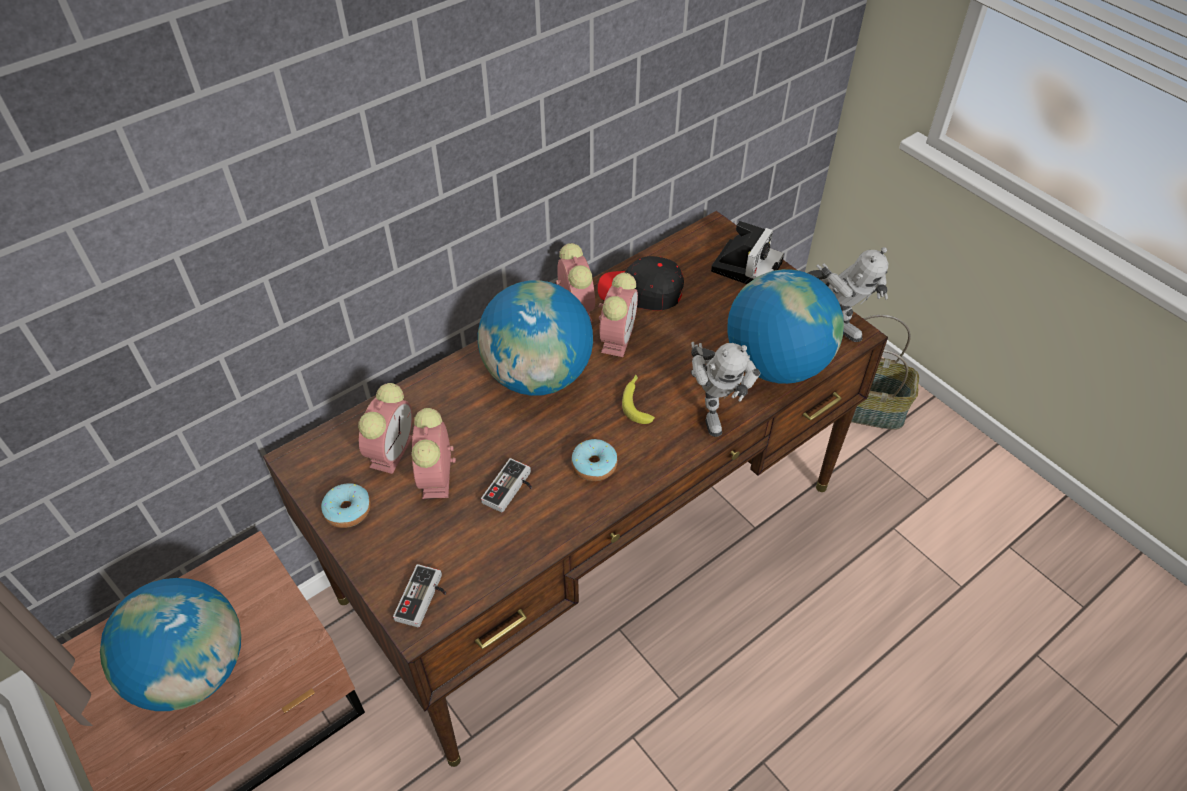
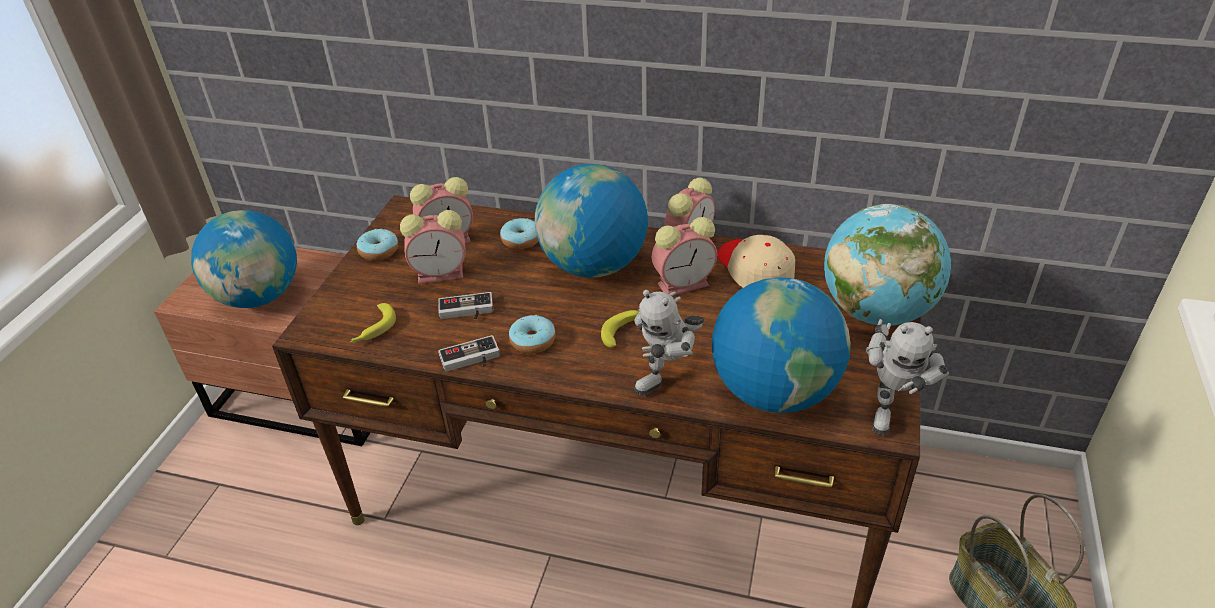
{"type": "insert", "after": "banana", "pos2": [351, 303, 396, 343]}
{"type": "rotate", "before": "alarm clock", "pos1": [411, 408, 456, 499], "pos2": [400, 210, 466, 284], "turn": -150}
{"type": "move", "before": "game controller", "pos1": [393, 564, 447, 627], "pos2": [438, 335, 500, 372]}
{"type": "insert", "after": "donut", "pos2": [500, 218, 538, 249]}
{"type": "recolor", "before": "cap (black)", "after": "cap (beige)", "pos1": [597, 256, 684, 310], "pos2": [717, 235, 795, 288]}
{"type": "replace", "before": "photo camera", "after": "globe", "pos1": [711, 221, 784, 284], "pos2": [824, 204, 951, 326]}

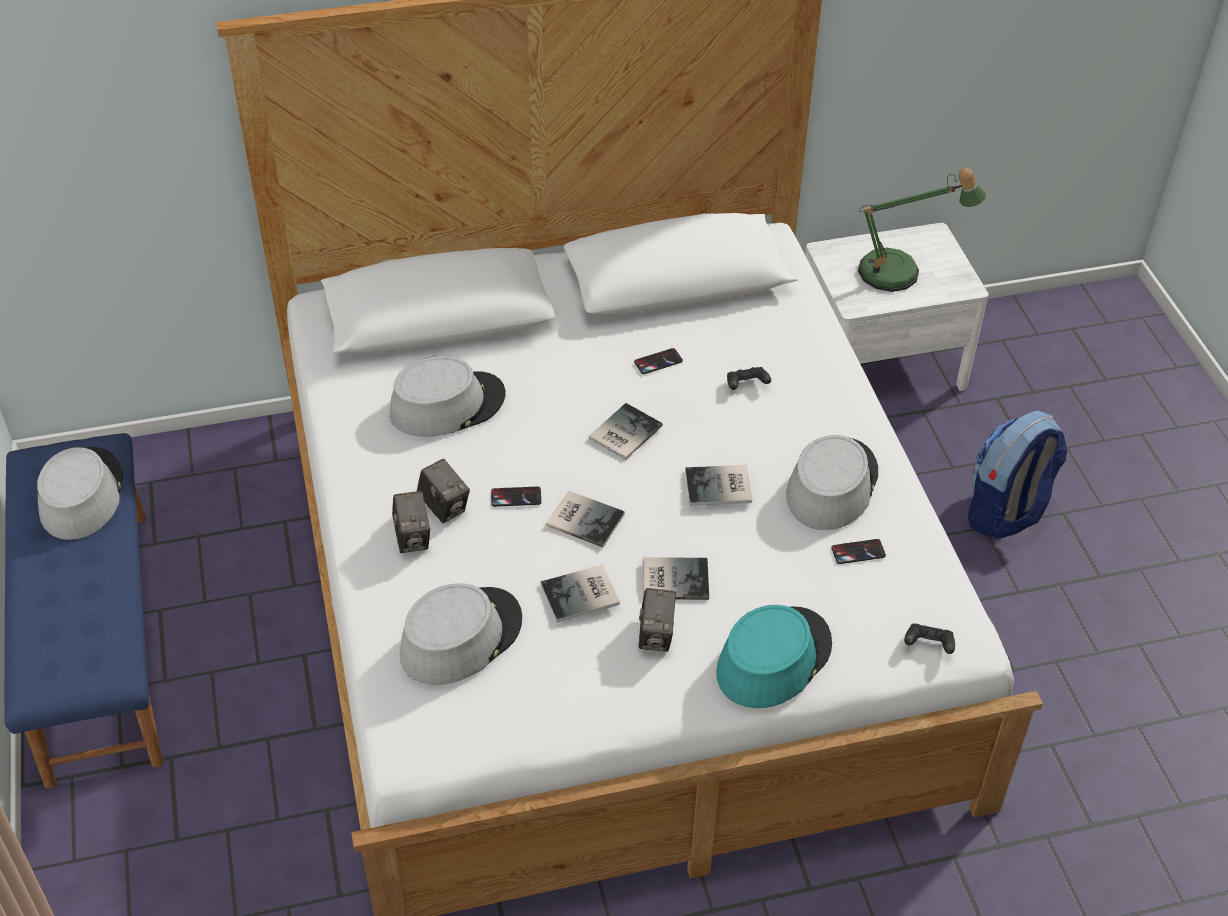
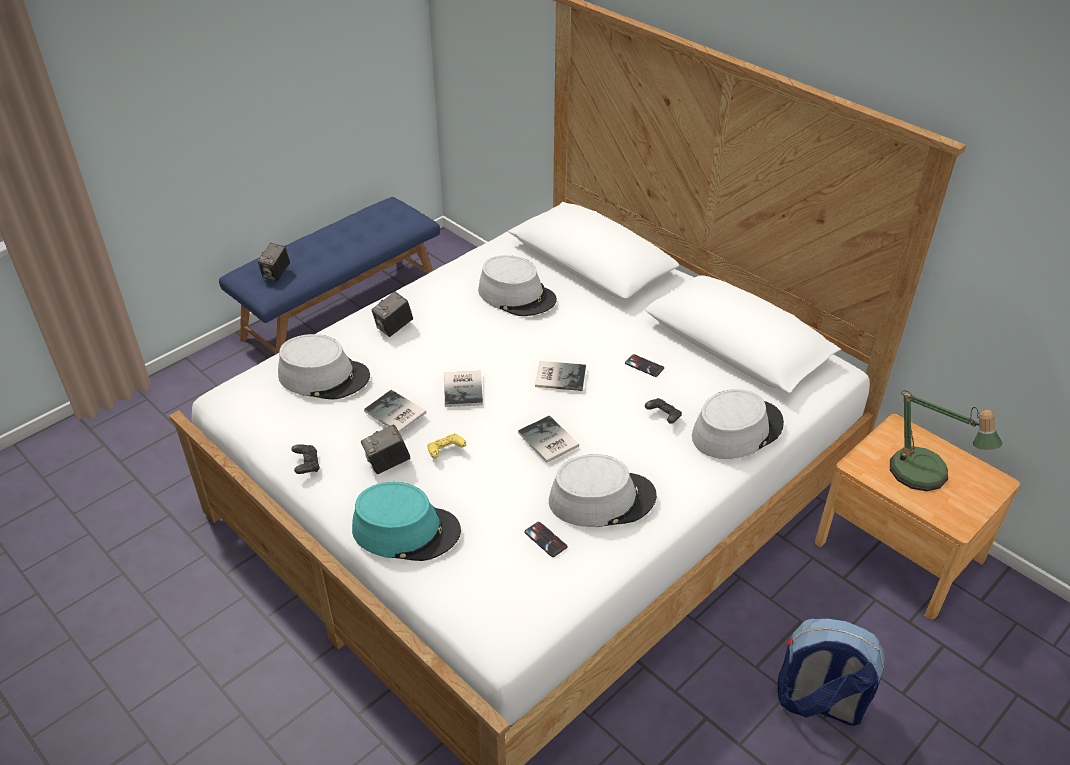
{"type": "move", "before": "photo camera", "pos1": [417, 459, 470, 523], "pos2": [258, 243, 290, 281]}
{"type": "move", "before": "game controller (black)", "pos1": [904, 624, 955, 654], "pos2": [291, 444, 320, 474]}
{"type": "replace", "before": "book", "after": "game controller (yellow)", "pos1": [643, 557, 709, 600], "pos2": [427, 434, 466, 459]}
{"type": "move", "before": "hat (grey)", "pos1": [37, 447, 123, 540], "pos2": [692, 389, 784, 459]}
{"type": "recolor", "before": "nightstand (white)", "after": "nightstand (brown)", "pos1": [805, 223, 989, 391], "pos2": [815, 414, 1020, 620]}
{"type": "delete", "before": "phone", "pos1": [491, 486, 541, 507]}

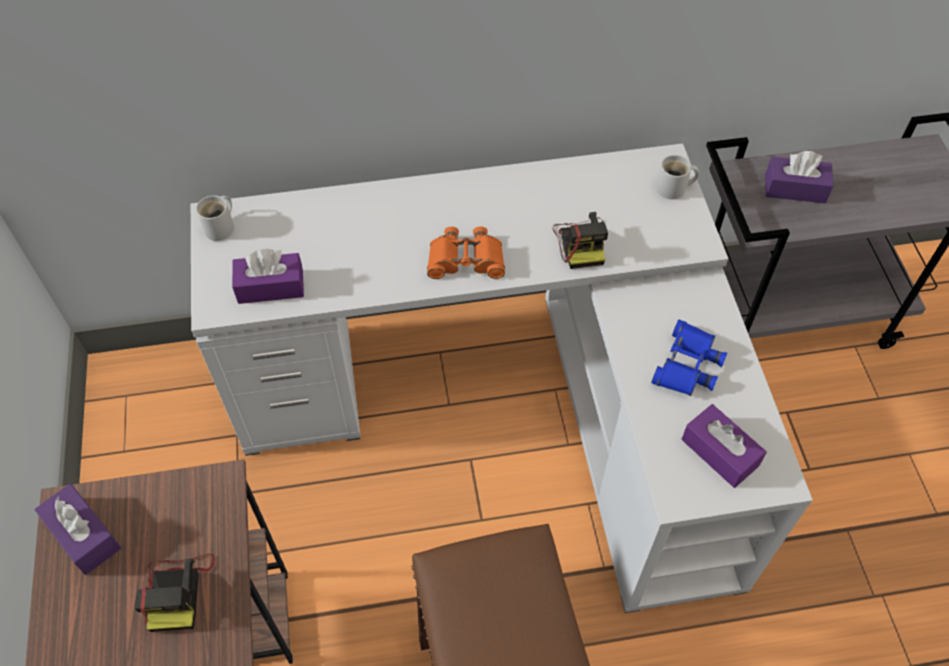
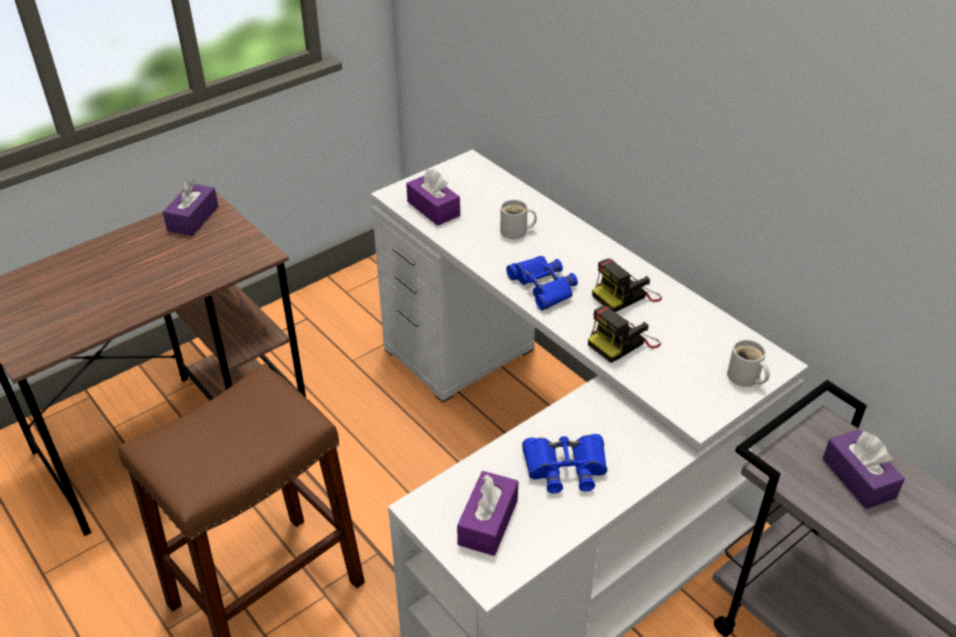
{"type": "move", "before": "mug (white)", "pos1": [196, 195, 234, 241], "pos2": [500, 200, 537, 239]}
{"type": "recolor", "before": "binoculars (orange)", "after": "binoculars (blue)", "pos1": [427, 226, 505, 279], "pos2": [506, 256, 578, 311]}
{"type": "move", "before": "photo camera", "pos1": [134, 554, 215, 632], "pos2": [592, 258, 662, 312]}

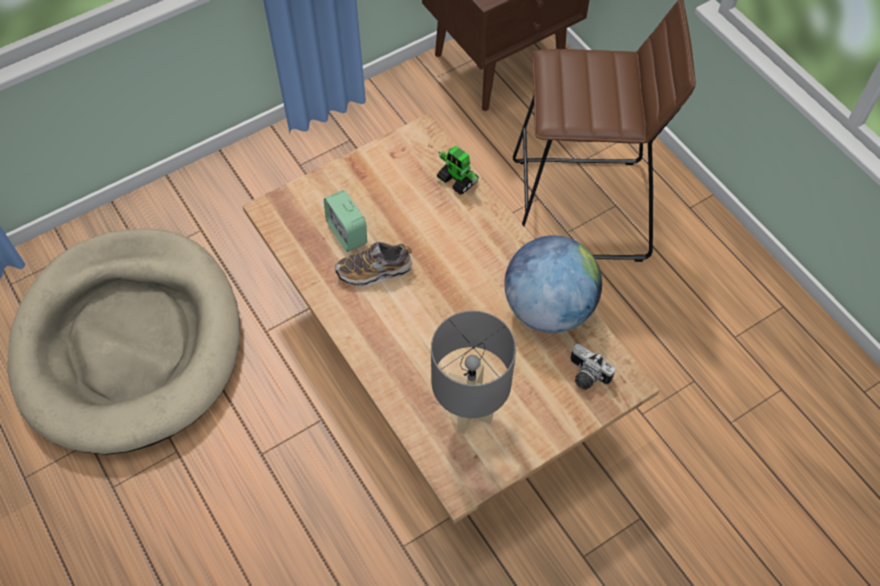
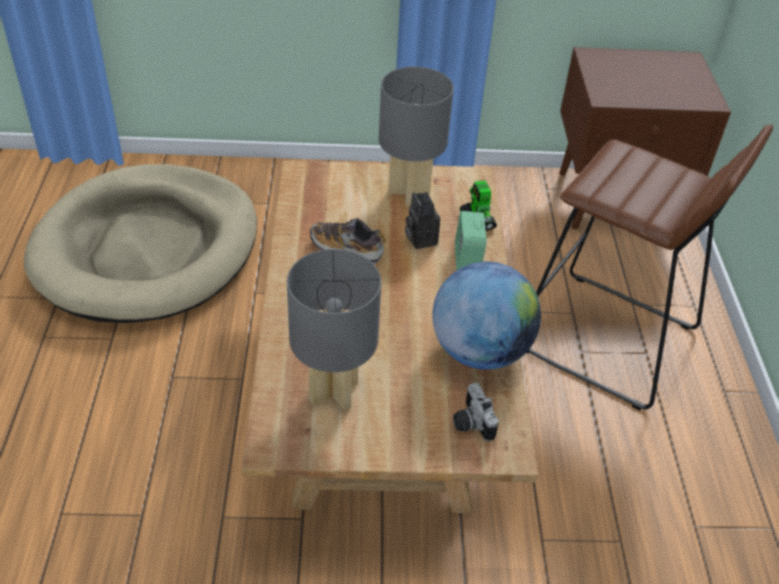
{"type": "insert", "after": "table lamp (grey)", "pos2": [379, 67, 454, 206]}
{"type": "insert", "after": "photo camera", "pos2": [405, 192, 440, 249]}
{"type": "move", "before": "alarm clock", "pos1": [324, 190, 367, 252], "pos2": [455, 211, 486, 271]}

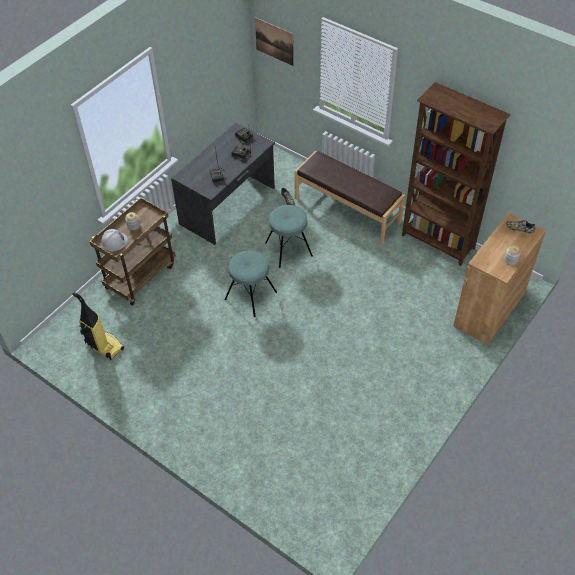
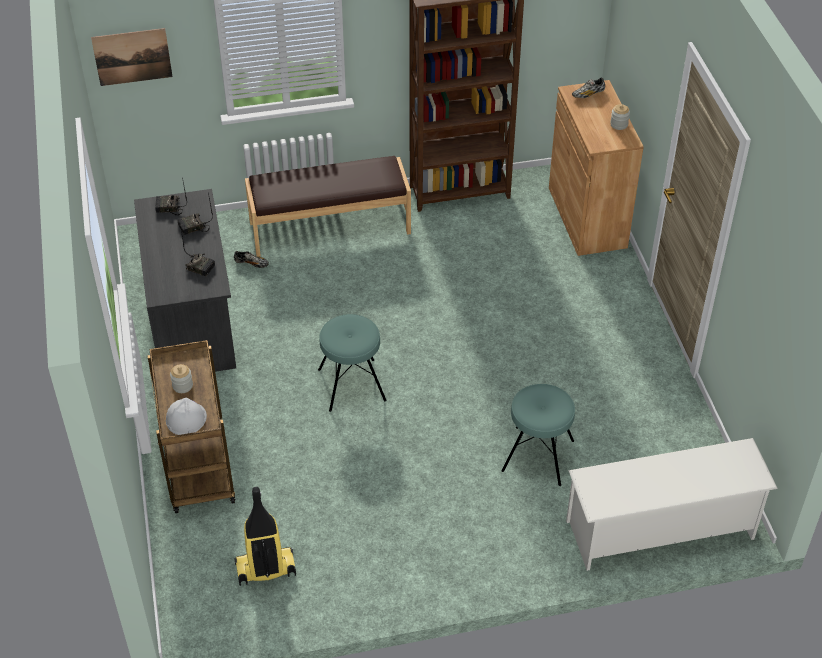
{"type": "move", "before": "stool (turquoise)", "pos1": [265, 205, 313, 268], "pos2": [502, 384, 575, 486]}
{"type": "insert", "after": "shoe rack (white)", "pos2": [566, 438, 778, 571]}

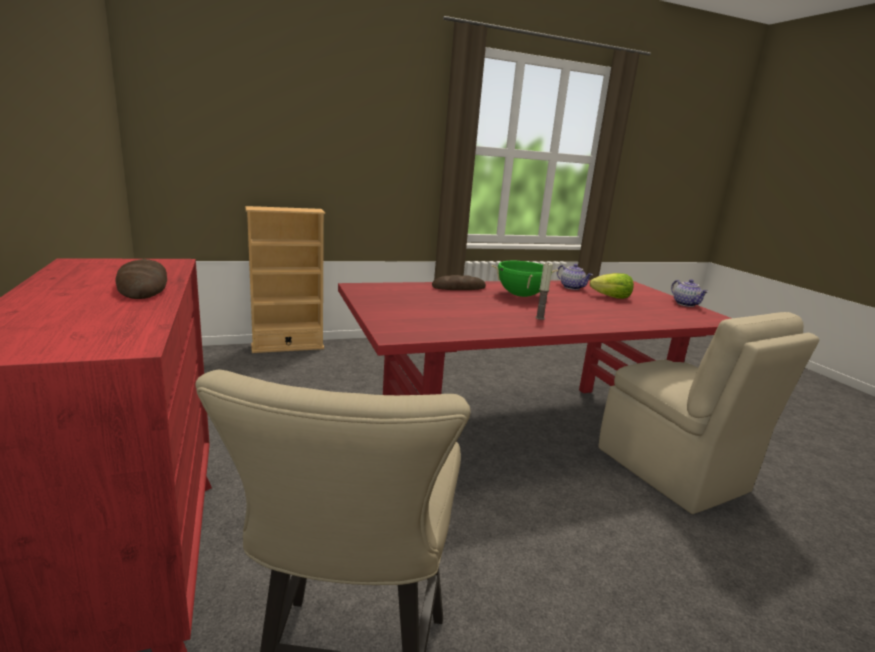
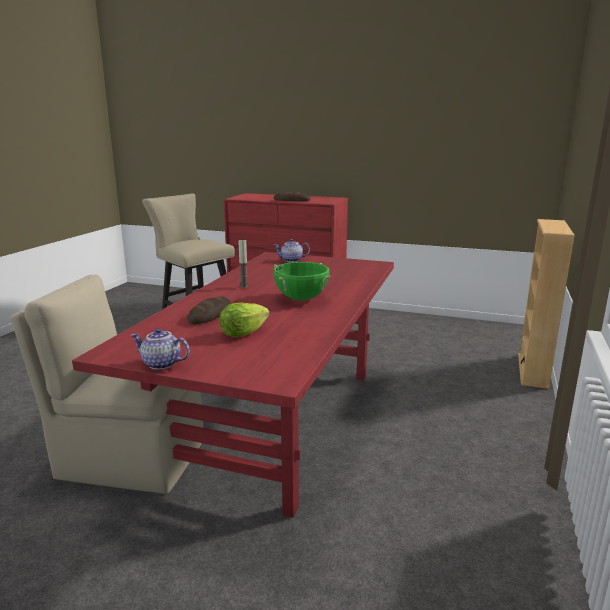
{"type": "move", "before": "bread", "pos1": [432, 275, 486, 290], "pos2": [187, 296, 232, 325]}
{"type": "move", "before": "teapot", "pos1": [557, 264, 593, 290], "pos2": [274, 239, 310, 262]}

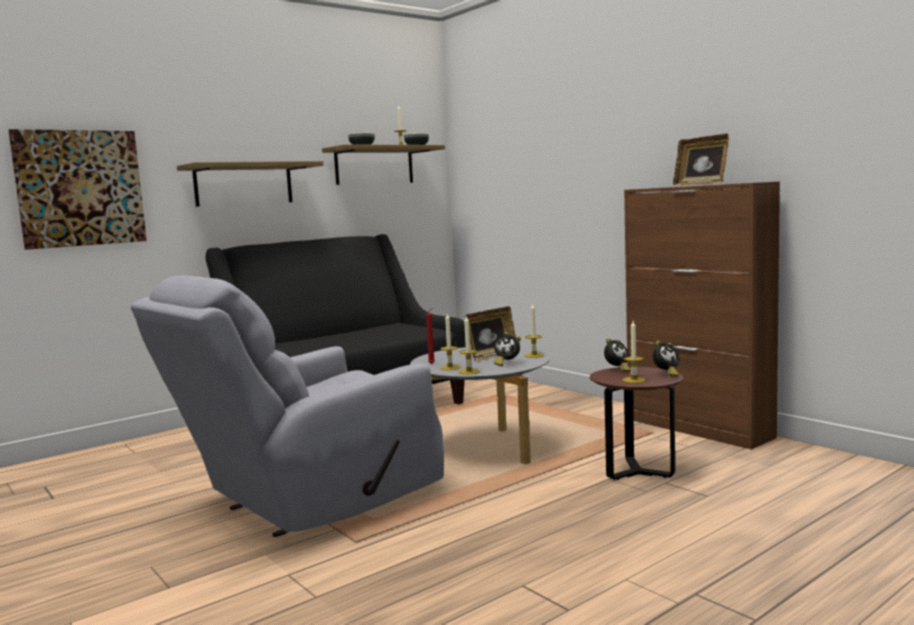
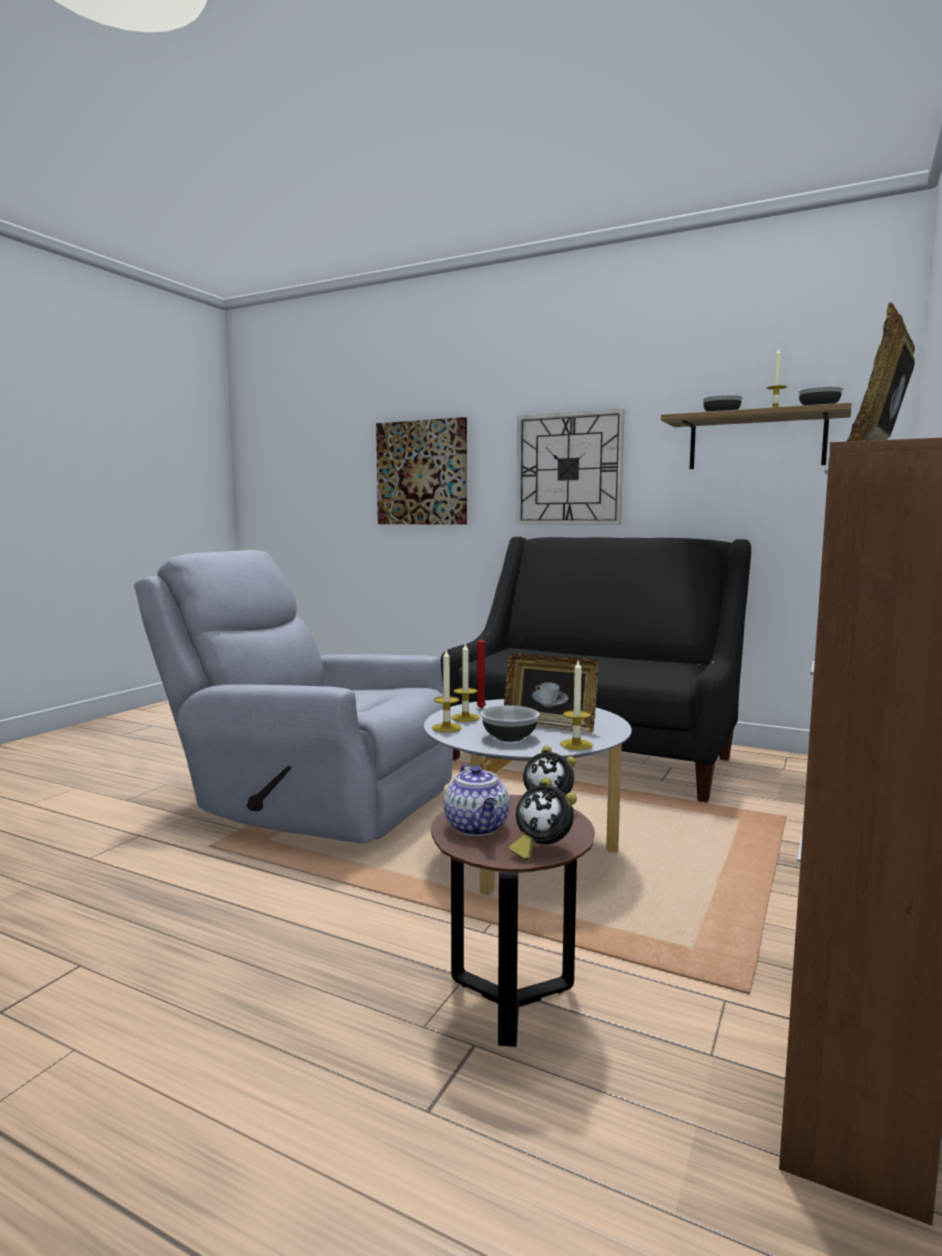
{"type": "replace", "before": "candle", "after": "teapot", "pos1": [623, 321, 646, 383], "pos2": [444, 764, 510, 836]}
{"type": "replace", "before": "alarm clock", "after": "bowl", "pos1": [493, 332, 521, 366], "pos2": [480, 706, 539, 742]}
{"type": "replace", "before": "shelf", "after": "wall clock", "pos1": [177, 161, 324, 207], "pos2": [516, 409, 625, 525]}

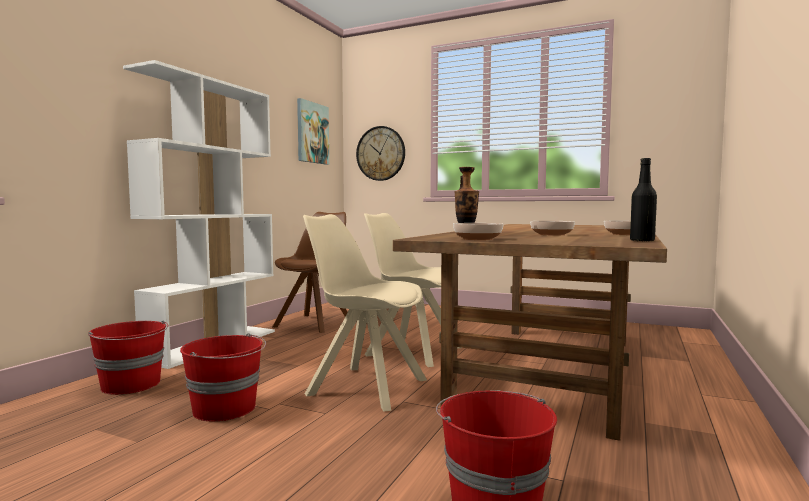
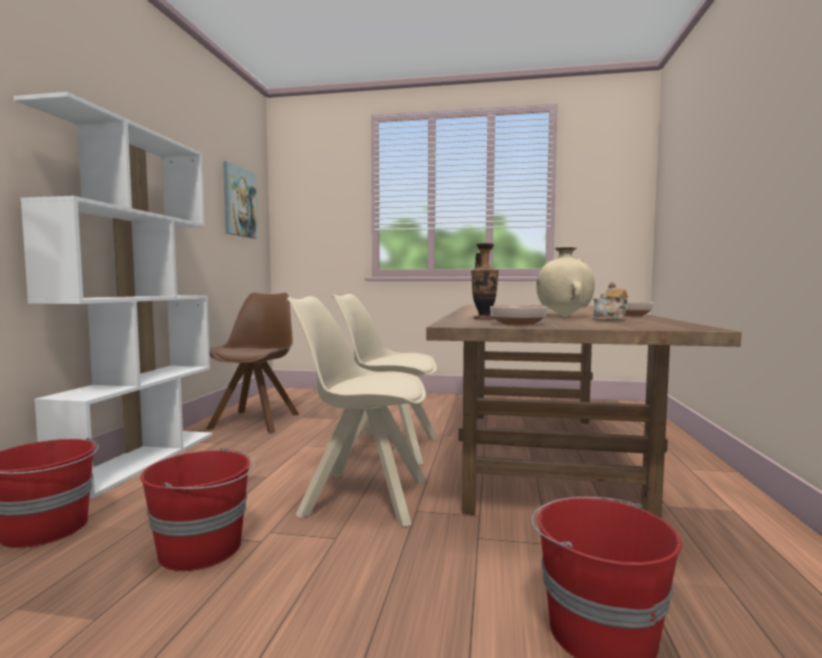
{"type": "replace", "before": "bowl", "after": "vase (beige)", "pos1": [530, 221, 575, 235], "pos2": [536, 246, 595, 317]}
{"type": "insert", "after": "teapot", "pos2": [593, 282, 628, 321]}
{"type": "delete", "before": "wall clock", "pos1": [356, 126, 405, 181]}
{"type": "delete", "before": "bottle (black)", "pos1": [630, 158, 657, 241]}

